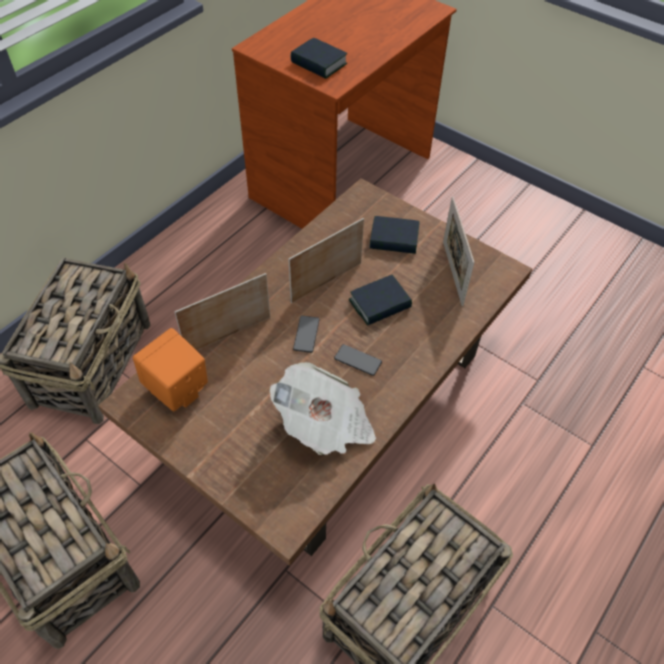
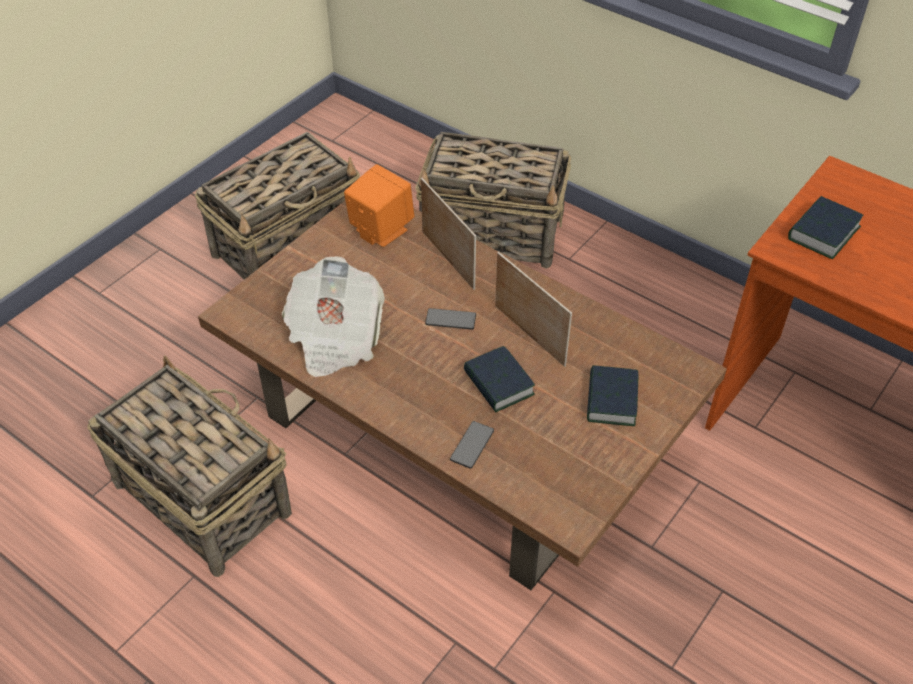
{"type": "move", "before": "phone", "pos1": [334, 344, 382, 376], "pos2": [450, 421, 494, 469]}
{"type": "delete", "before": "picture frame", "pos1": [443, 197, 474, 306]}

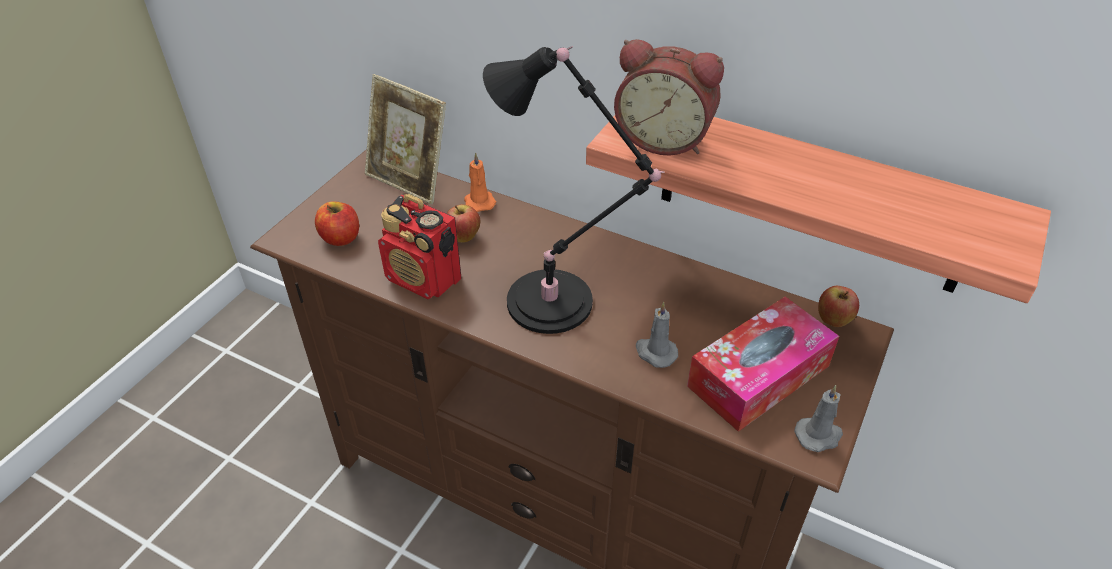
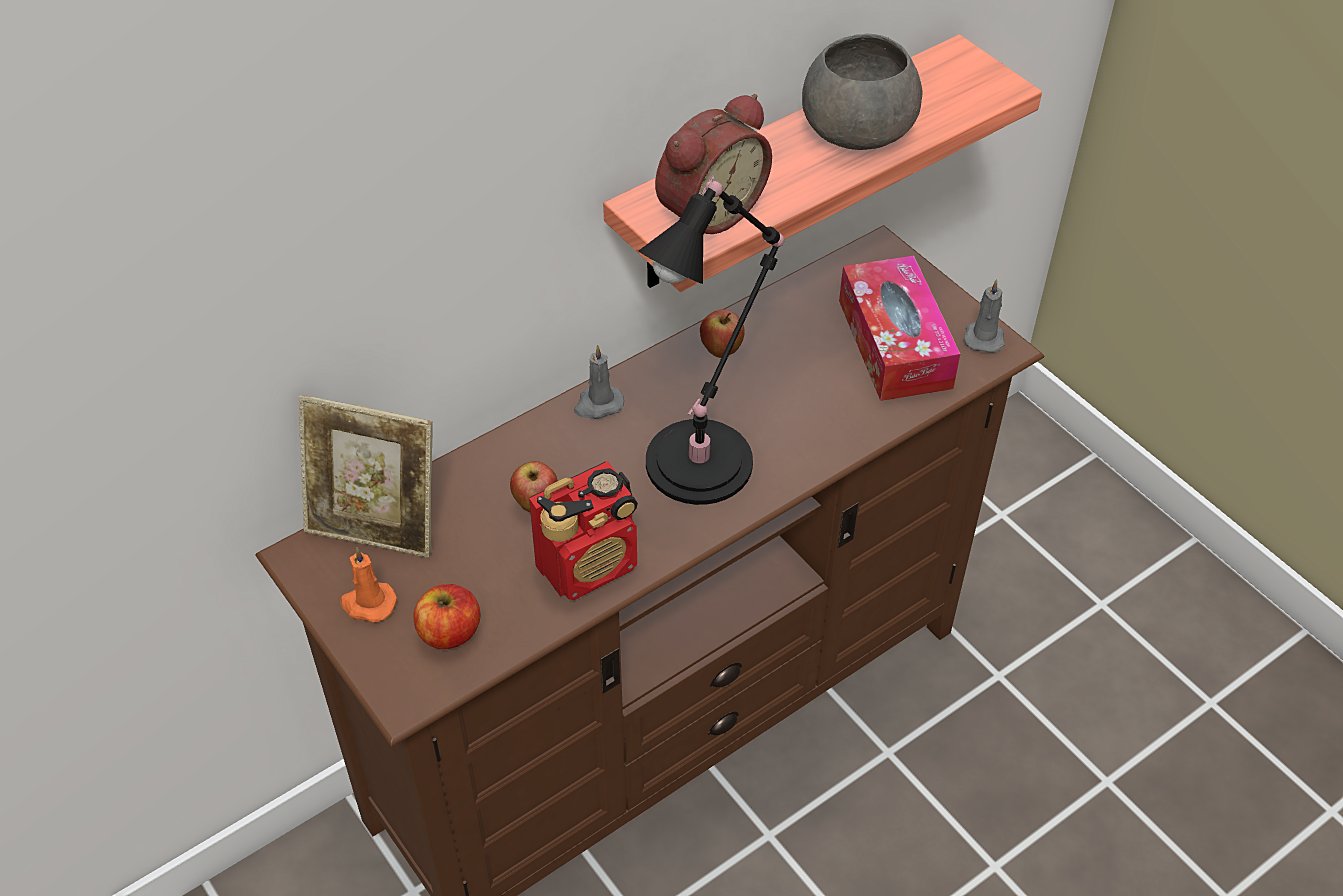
{"type": "rotate", "before": "picture frame", "pos1": [365, 74, 446, 204], "pos2": [299, 395, 433, 558], "turn": 45}
{"type": "move", "before": "candle (orange)", "pos1": [464, 152, 496, 212], "pos2": [340, 548, 397, 623]}
{"type": "move", "before": "candle (grey)", "pos1": [636, 302, 678, 368], "pos2": [574, 345, 624, 419]}
{"type": "move", "before": "apple", "pos1": [818, 286, 859, 327], "pos2": [700, 309, 744, 358]}
{"type": "insert", "after": "bowl (grey)", "pos2": [802, 34, 922, 150]}

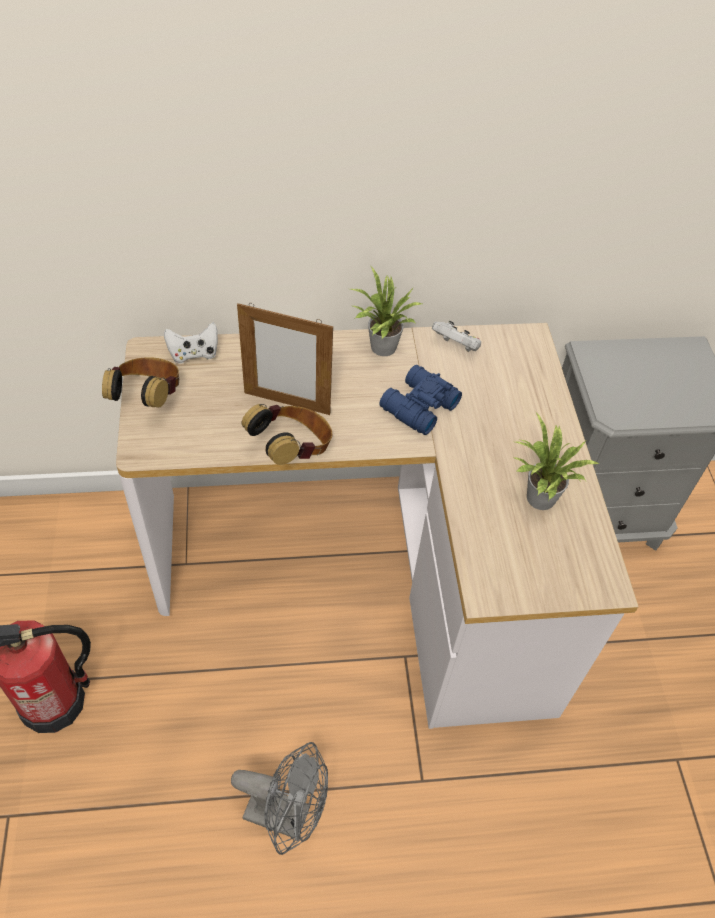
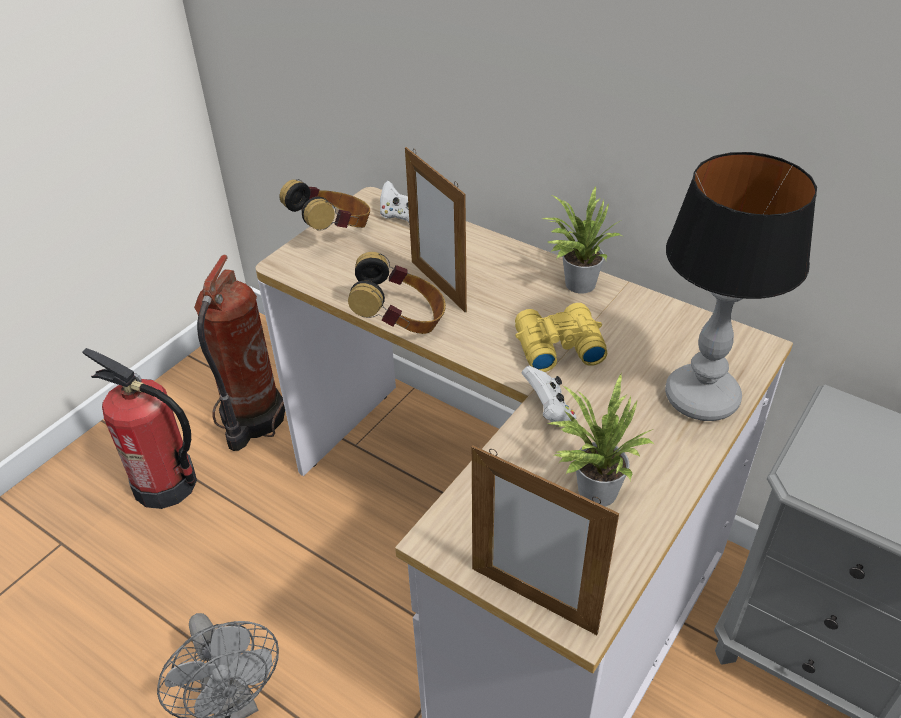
{"type": "insert", "after": "fire extinguisher", "pos2": [194, 255, 285, 451]}
{"type": "insert", "after": "picture frame", "pos2": [472, 445, 619, 635]}
{"type": "recolor", "before": "binoculars (blue)", "after": "binoculars (yellow)", "pos1": [379, 365, 462, 435], "pos2": [515, 303, 607, 372]}
{"type": "move", "before": "game controller (white)", "pos1": [432, 321, 481, 352], "pos2": [521, 366, 577, 422]}
{"type": "insert", "after": "table lamp", "pos2": [665, 152, 817, 421]}

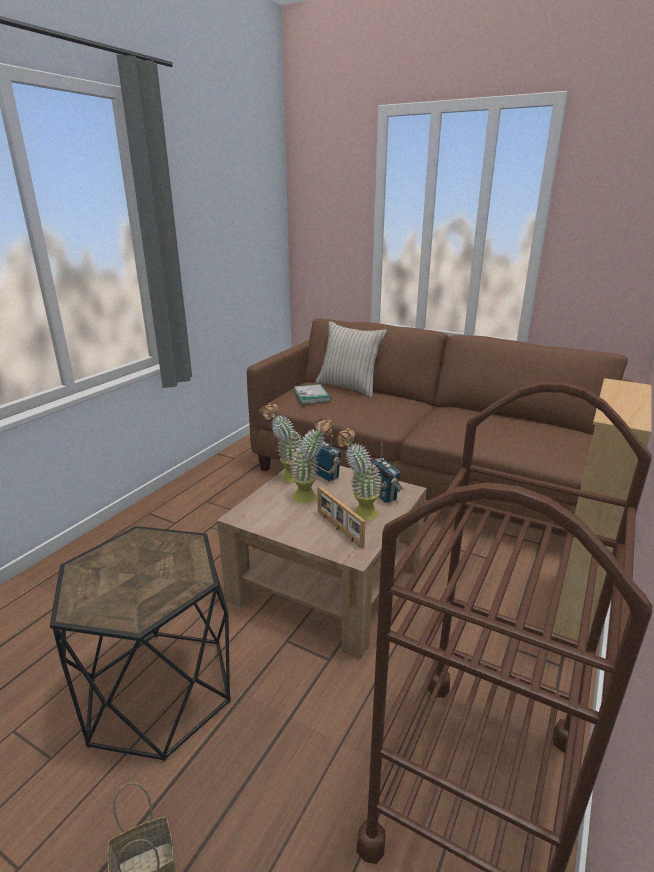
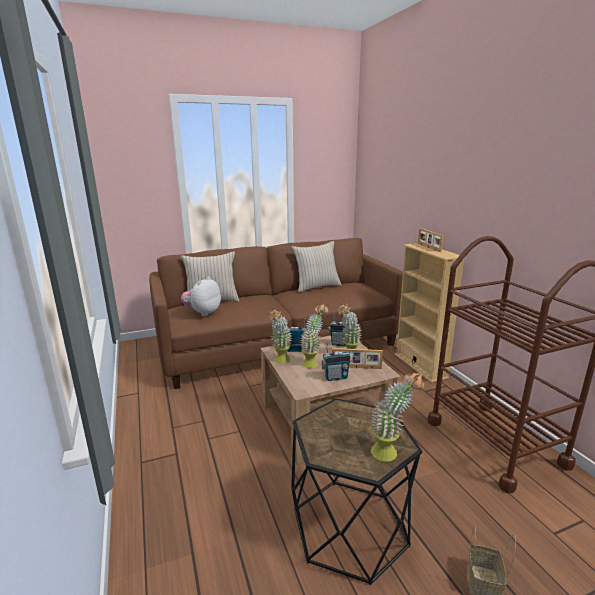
{"type": "replace", "before": "book", "after": "plush toy", "pos1": [294, 384, 331, 404], "pos2": [181, 277, 221, 316]}
{"type": "insert", "after": "pillow (beige)", "pos2": [291, 241, 342, 292]}
{"type": "insert", "after": "radio", "pos2": [321, 341, 352, 381]}
{"type": "insert", "after": "potted plant", "pos2": [371, 372, 424, 461]}
{"type": "insert", "after": "picture frame", "pos2": [418, 228, 443, 252]}

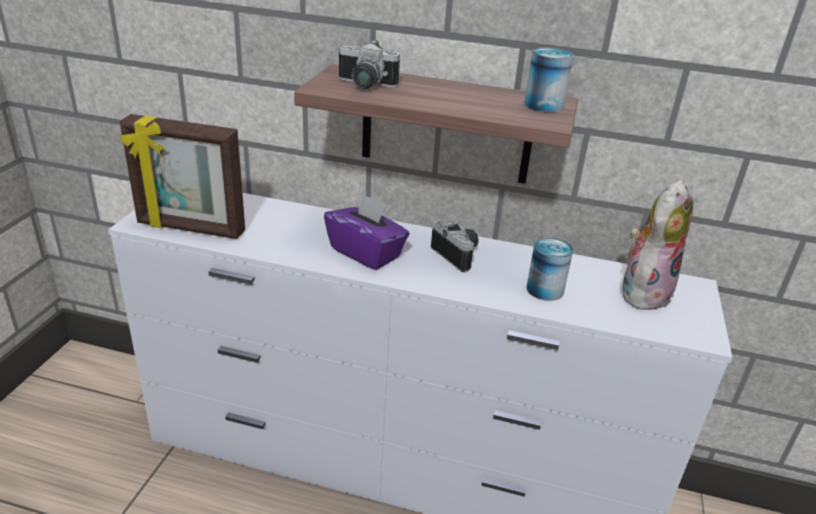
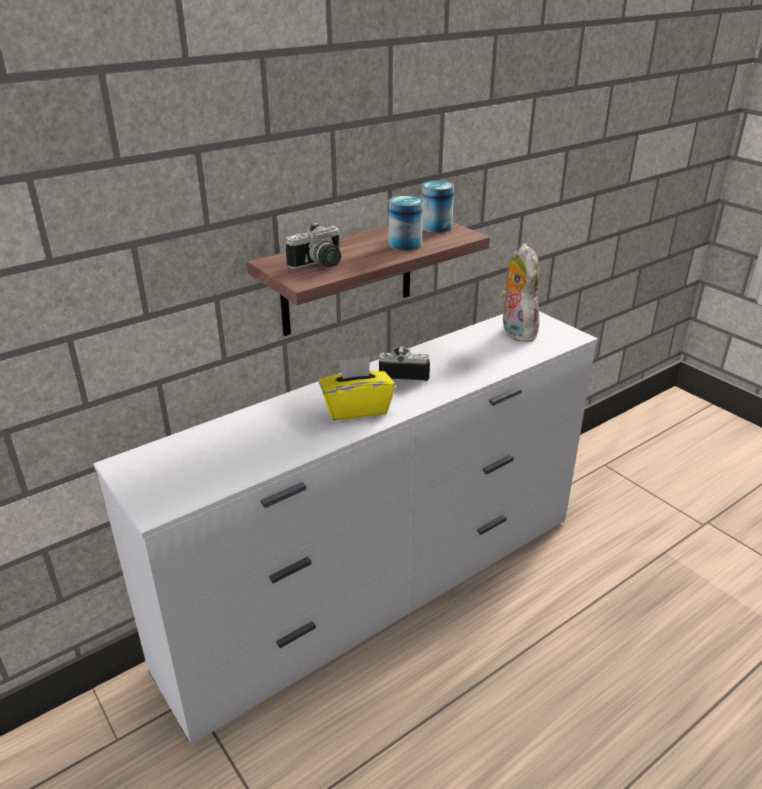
{"type": "recolor", "before": "tissue box (purple)", "after": "tissue box (yellow)", "pos1": [324, 193, 410, 270], "pos2": [319, 357, 395, 421]}
{"type": "move", "before": "can", "pos1": [526, 238, 573, 301], "pos2": [388, 195, 423, 251]}
{"type": "delete", "before": "picture frame", "pos1": [120, 114, 245, 239]}

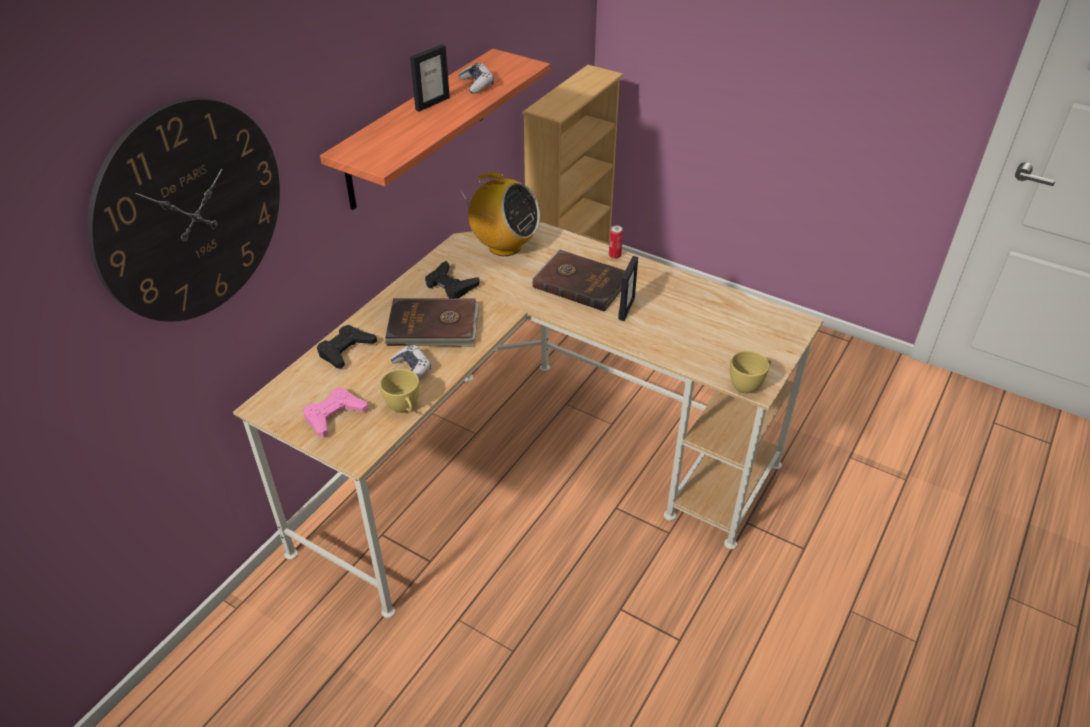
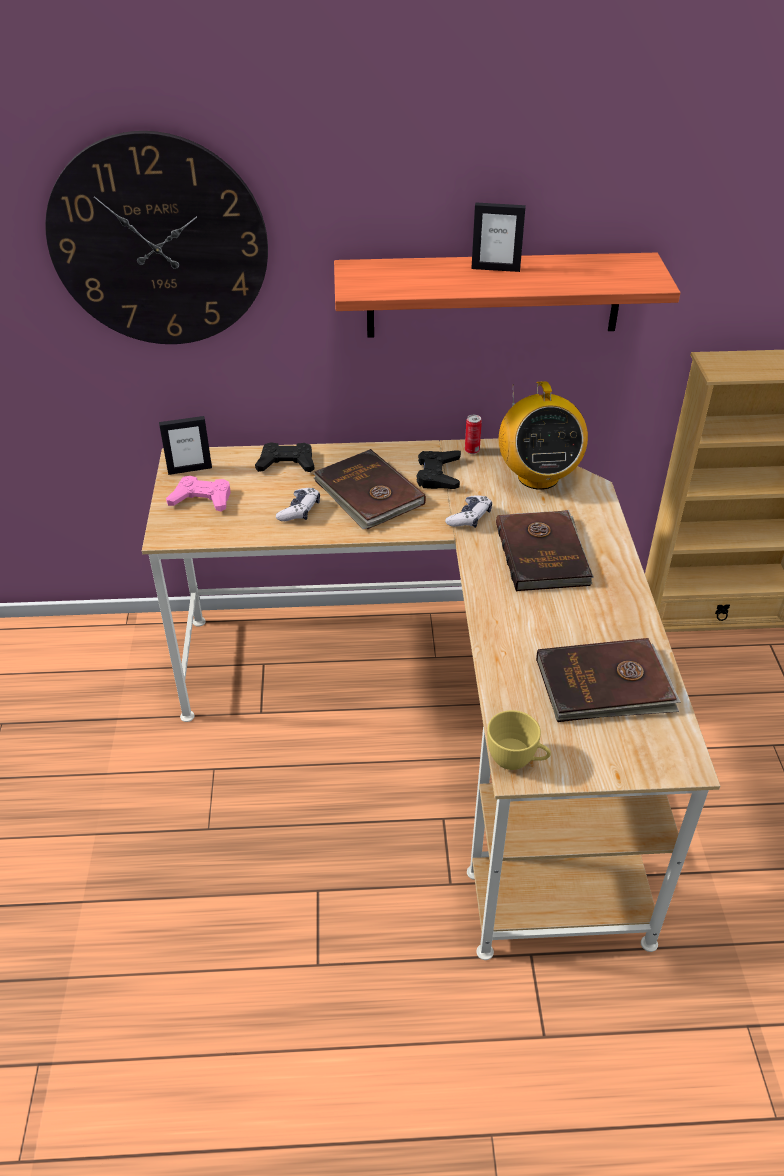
{"type": "move", "before": "picture frame", "pos1": [618, 256, 638, 321], "pos2": [159, 416, 212, 475]}
{"type": "move", "before": "game controller", "pos1": [459, 63, 494, 94], "pos2": [445, 495, 492, 528]}
{"type": "move", "before": "can", "pos1": [609, 225, 623, 259], "pos2": [465, 415, 482, 454]}
{"type": "insert", "after": "book (brown)", "pos2": [536, 638, 681, 722]}
{"type": "delete", "before": "cup (yellow)", "pos1": [380, 369, 419, 413]}

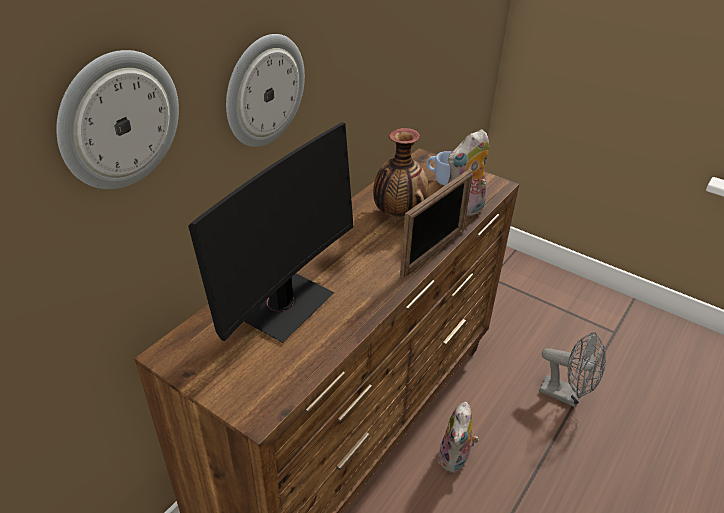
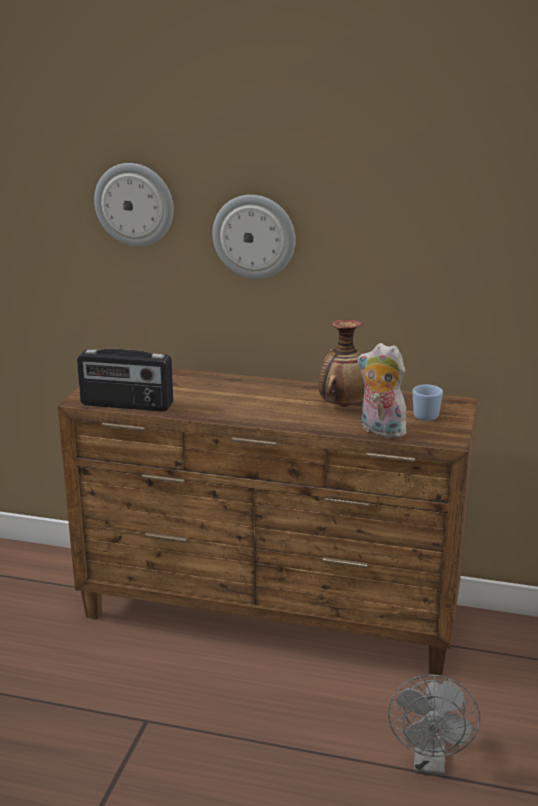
{"type": "insert", "after": "radio", "pos2": [77, 349, 173, 412]}
{"type": "delete", "before": "monitor", "pos1": [188, 122, 354, 343]}
{"type": "delete", "before": "picture frame", "pos1": [400, 169, 473, 278]}
{"type": "delete", "before": "plush toy", "pos1": [438, 402, 479, 473]}

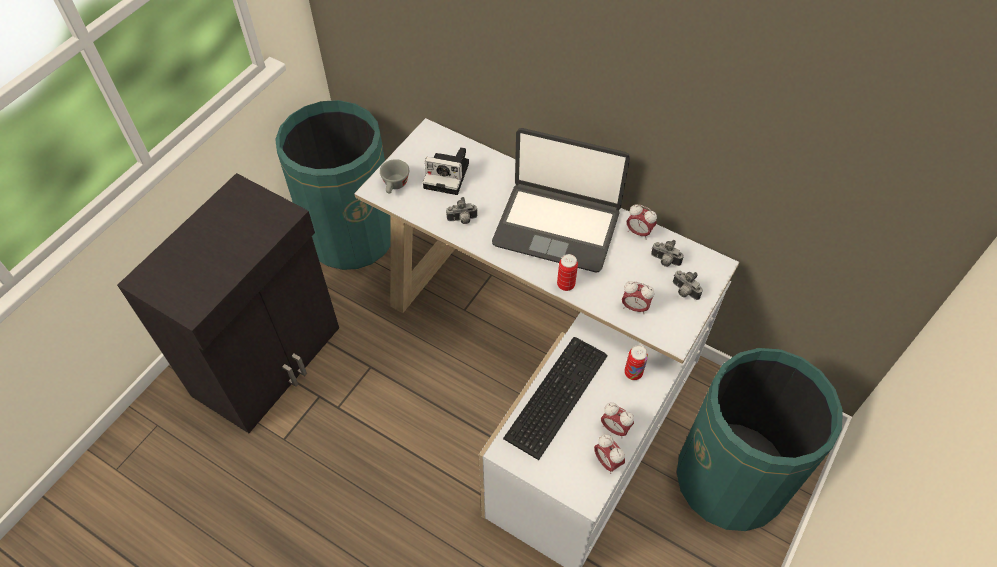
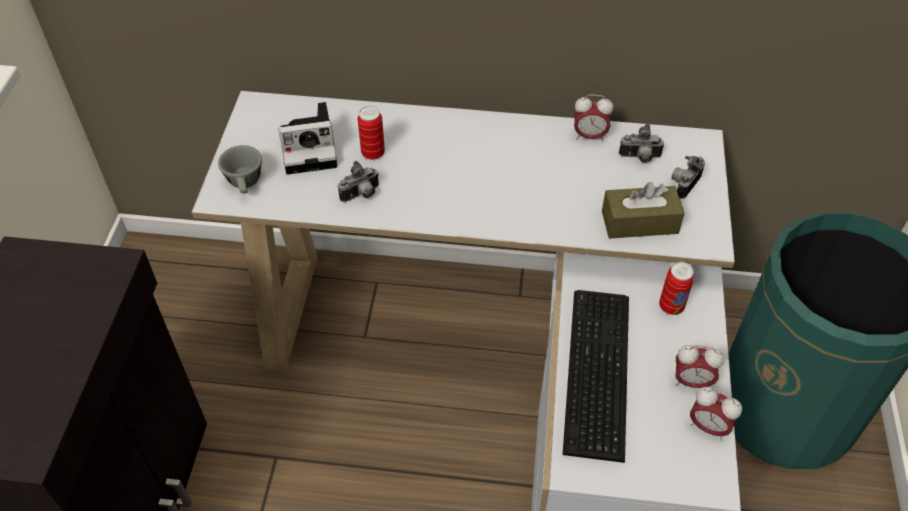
{"type": "move", "before": "can", "pos1": [557, 254, 578, 291], "pos2": [358, 106, 385, 160]}
{"type": "replace", "before": "alarm clock", "after": "tissue box (brown)", "pos1": [622, 281, 654, 313], "pos2": [602, 182, 684, 239]}
{"type": "rotate", "before": "photo camera", "pos1": [673, 270, 703, 300], "pos2": [671, 156, 705, 199], "turn": 105}
{"type": "delete", "before": "trash can (green)", "pos1": [275, 100, 390, 270]}
{"type": "delete", "before": "laptop", "pos1": [492, 128, 630, 272]}

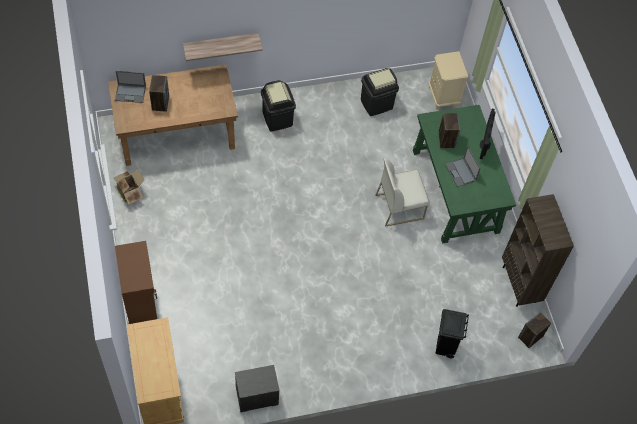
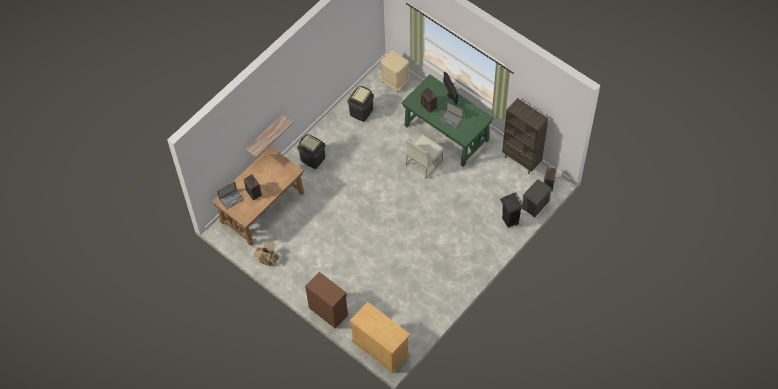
{"type": "move", "before": "nightstand", "pos1": [235, 365, 280, 412], "pos2": [522, 179, 552, 218]}

